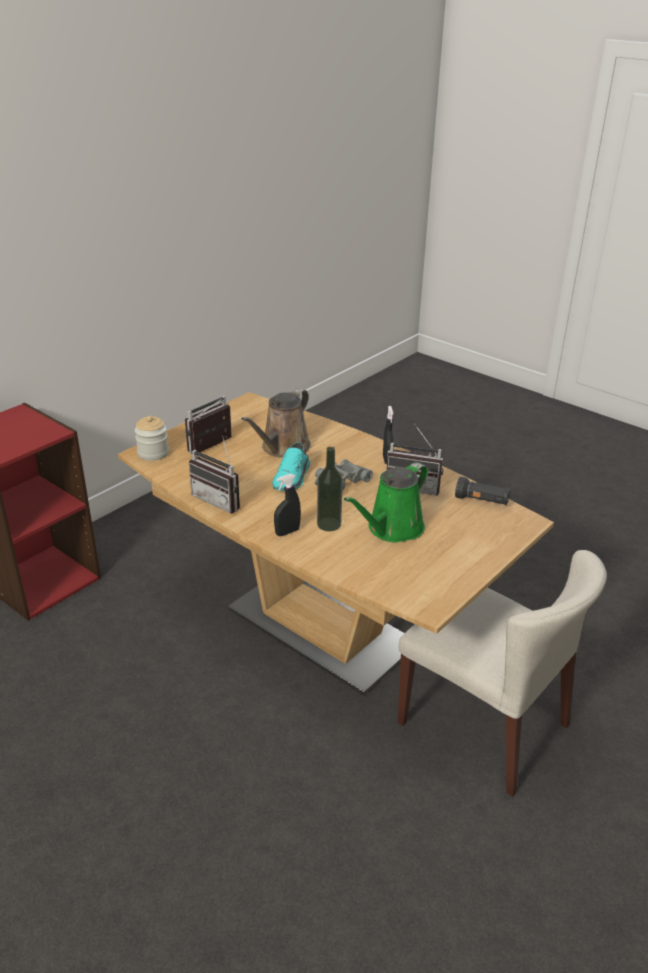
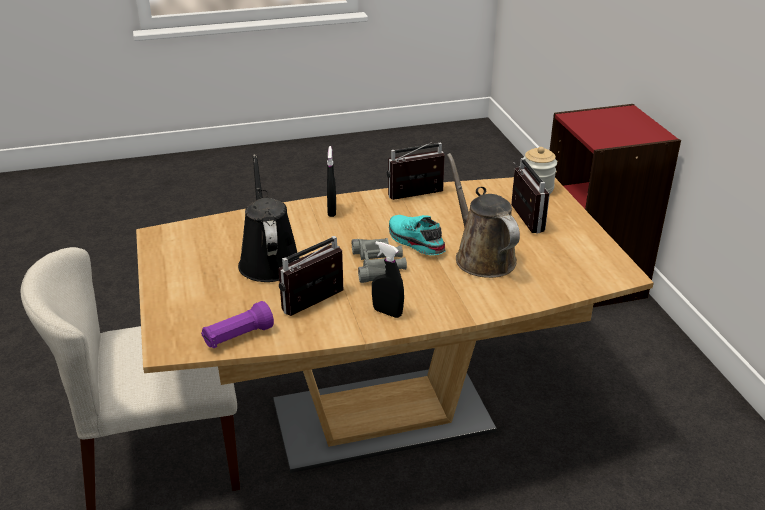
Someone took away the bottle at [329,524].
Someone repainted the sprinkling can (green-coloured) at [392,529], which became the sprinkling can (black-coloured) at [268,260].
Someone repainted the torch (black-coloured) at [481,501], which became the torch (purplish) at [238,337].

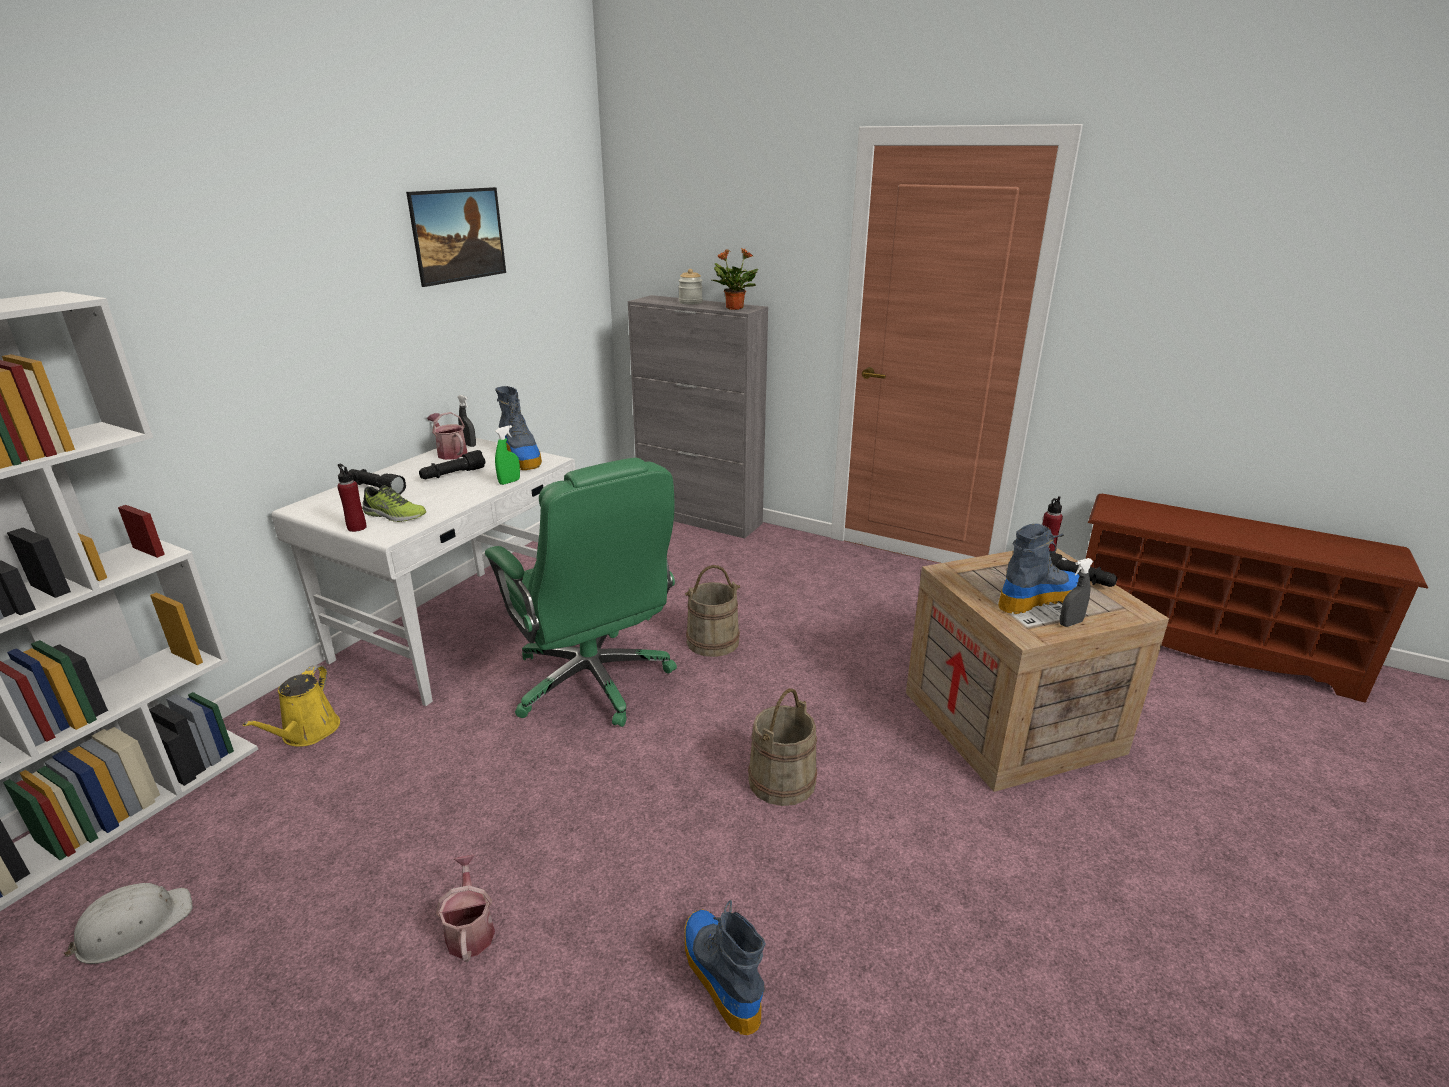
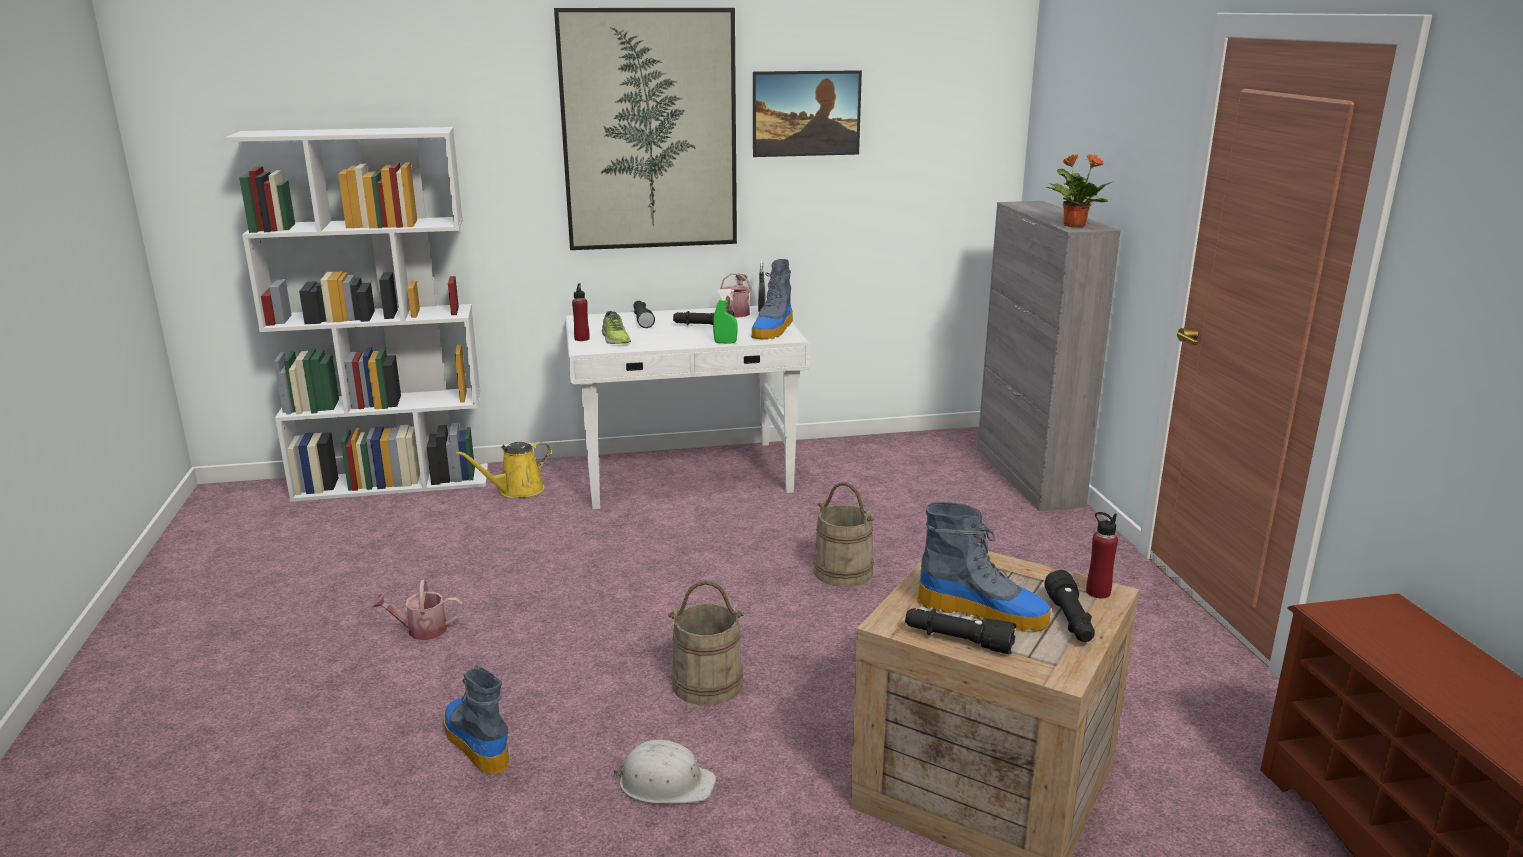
Someone carried the work helmet (white-coloured) from [133,927] to [665,783].
Someone rotated the sprinkling can at [470,929] by 135 degrees counterclockwise.
Someone took away the office chair (green-coloured) at [593,682].
Someone took away the jar at [690,302].
Someone rotated the boot at [719,975] by 60 degrees counterclockwise.
Someone swapped the sprayer (grey) at [1070,623] for the torch (black-coloured) at [958,640].
Someone put up the wall art at [649,131].

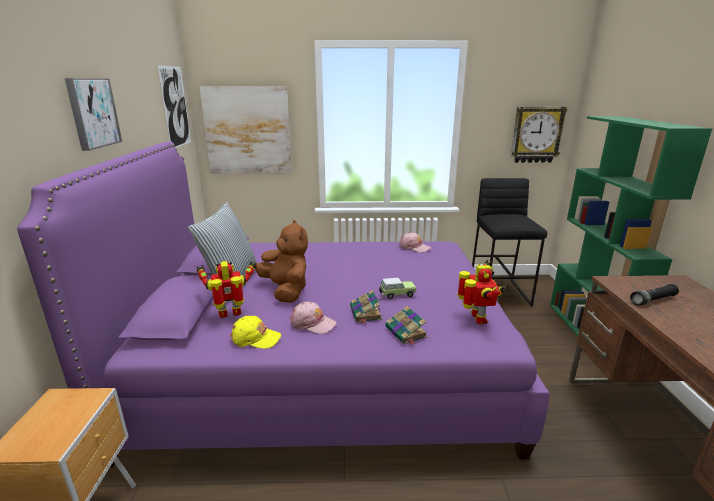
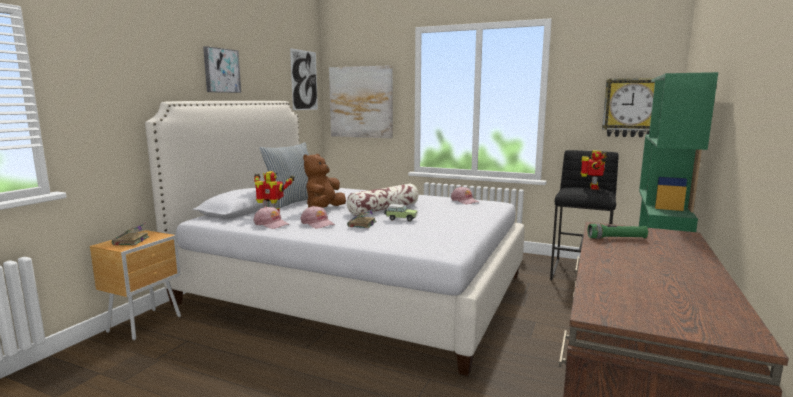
Someone repainted the bedroom bed (purplish) at [323,368], which became the bedroom bed (white-coloured) at [355,289].
Someone repainted the baseball cap (yellow-coloured) at [255,338], which became the baseball cap (pink) at [271,224].
Someone rotated the cuddly toy (brownish) at [286,291] by 150 degrees counterclockwise.
Someone carried the volume from [406,332] to [130,241].
Someone carried the model robot from [477,319] to [593,188].
Someone repainted the torch (black-coloured) at [653,300], which became the torch (green-coloured) at [616,238].
Someone put down the cushion at [384,209].

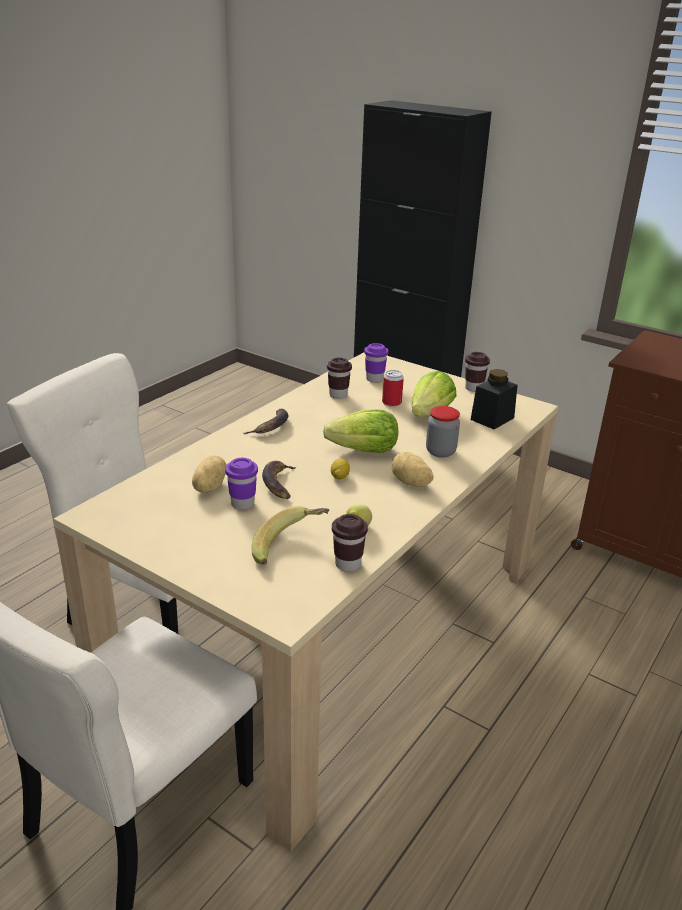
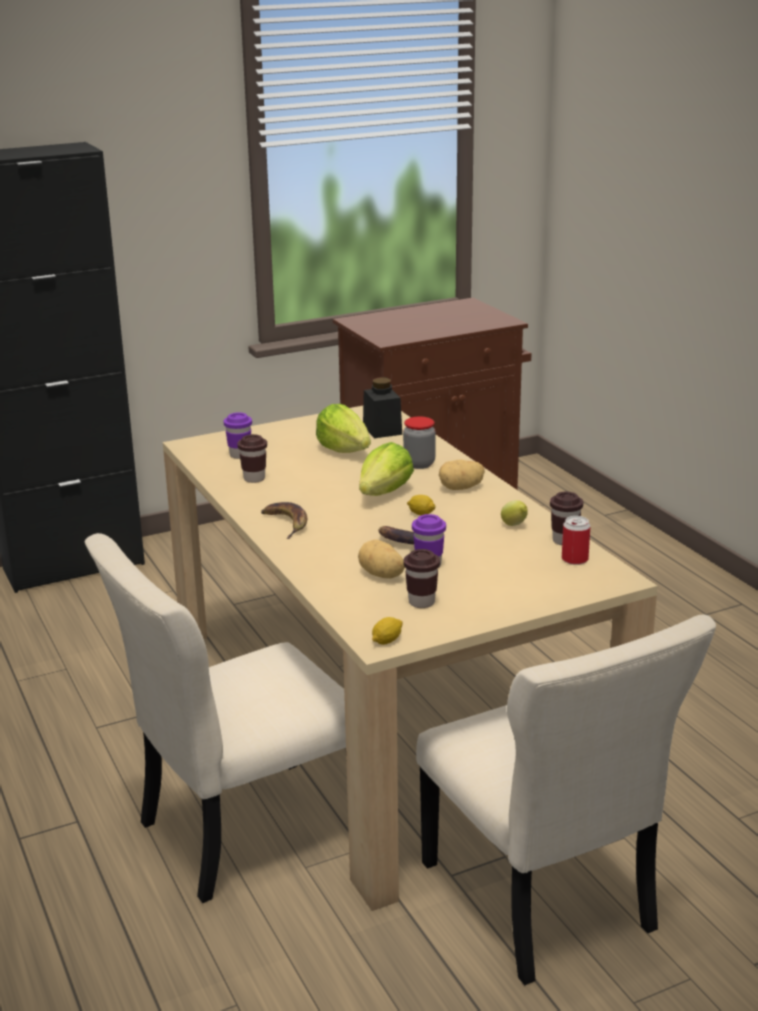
Someone took away the whole banana at [290,549].
Someone carried the metal can from [391,402] to [574,559].
Someone carried the cup (brownish) from [473,388] to [421,602].
Someone put down the citrus fruit at [386,641].

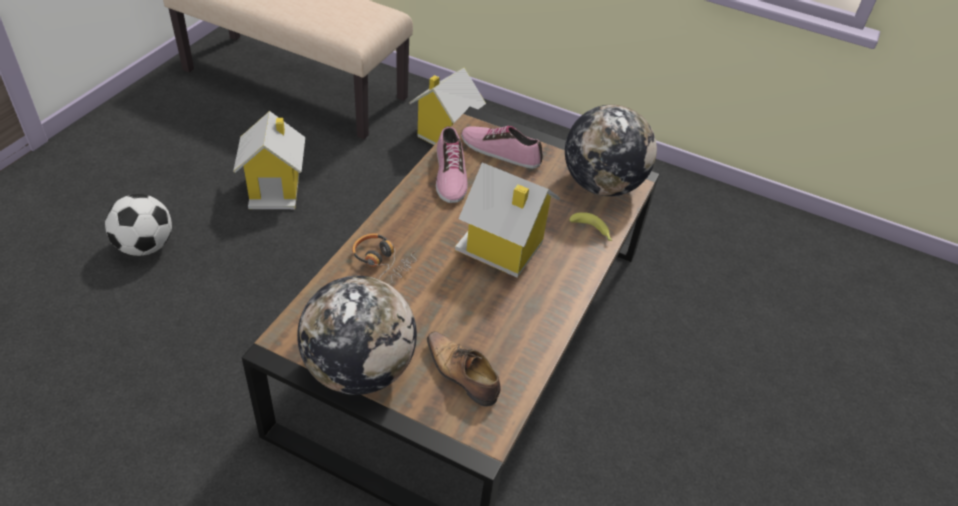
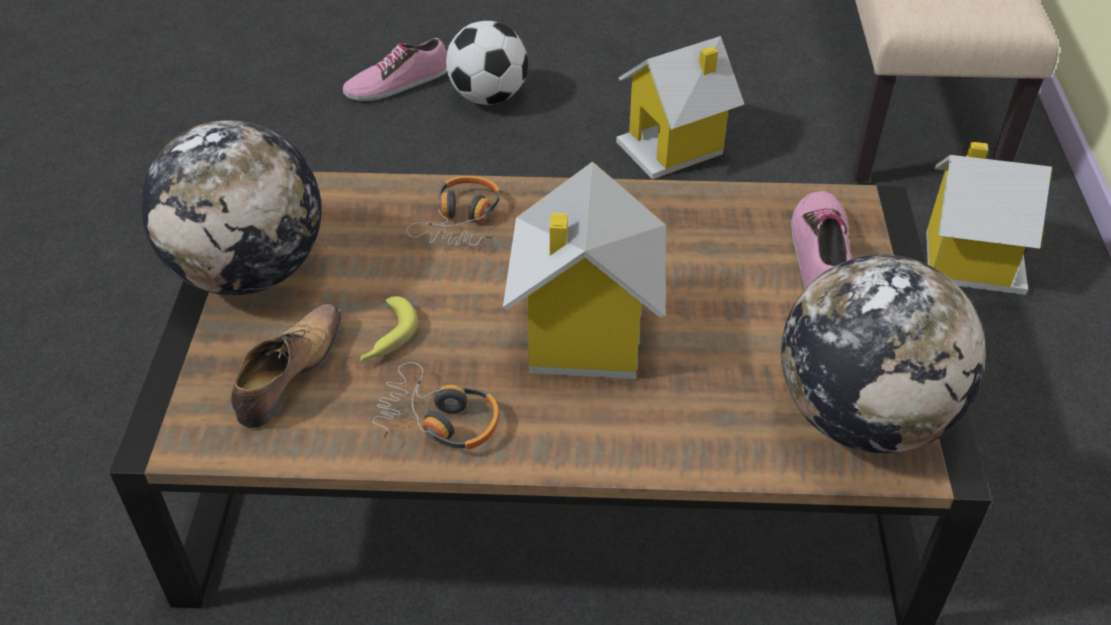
Someone carried the shoe from [449,175] to [397,83].
Someone carried the whole banana from [592,231] to [386,338].
Someone put down the headphones at [438,420].

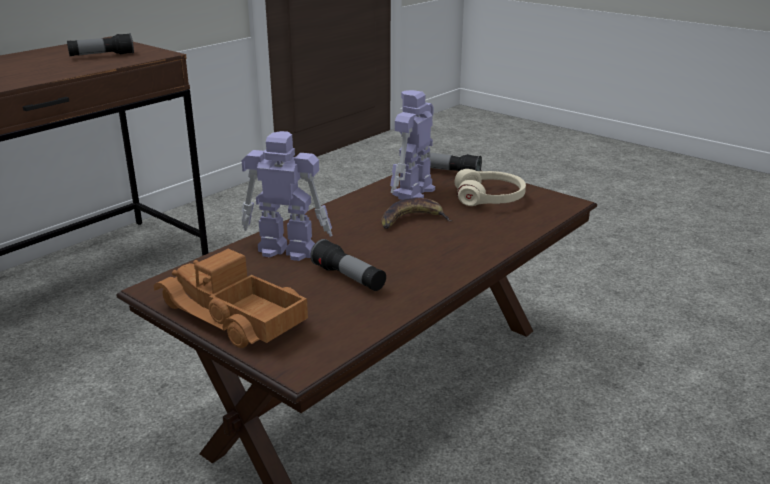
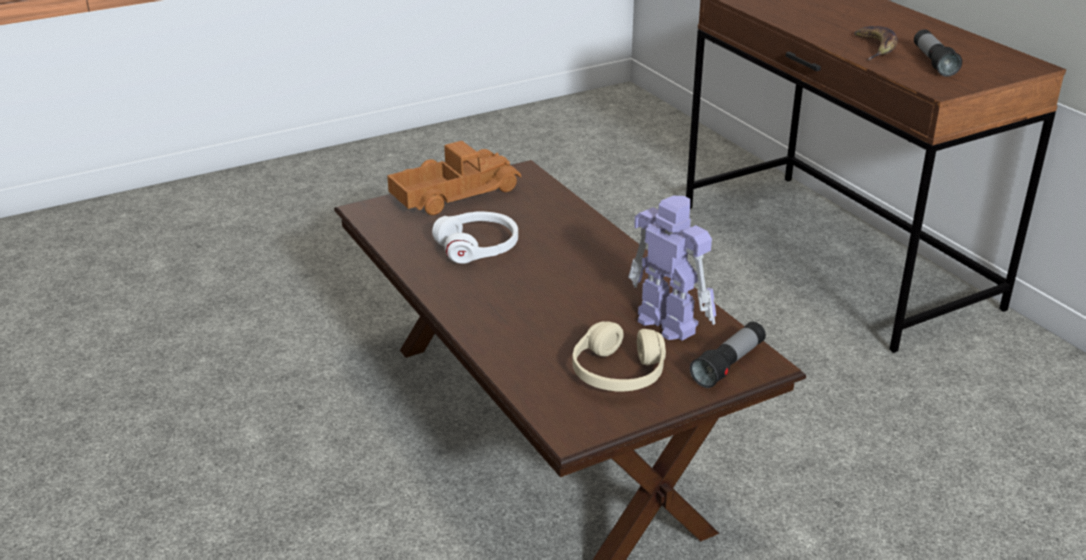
Someone took away the model robot at [285,250].
Someone swapped the torch at [348,278] for the headphones (white-coloured) at [478,247].
Someone carried the whole banana from [412,220] to [875,48].

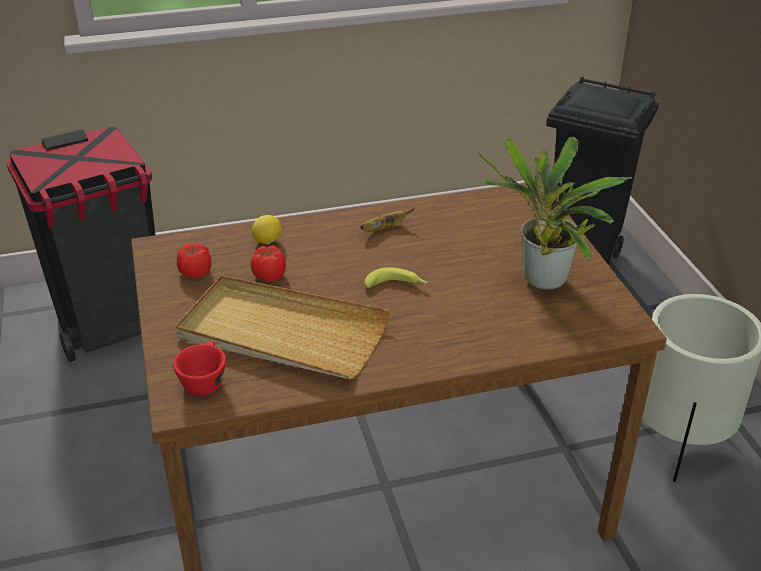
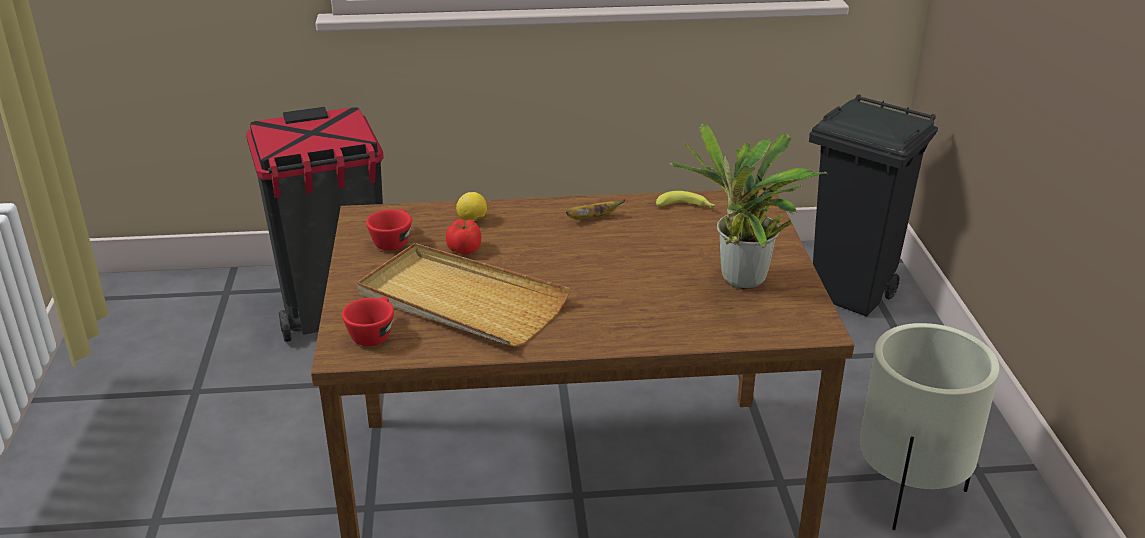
Someone swapped the fresh tomato at [195,273] for the cup (red-coloured) at [393,241].
Someone carried the whole banana from [397,286] to [686,207].

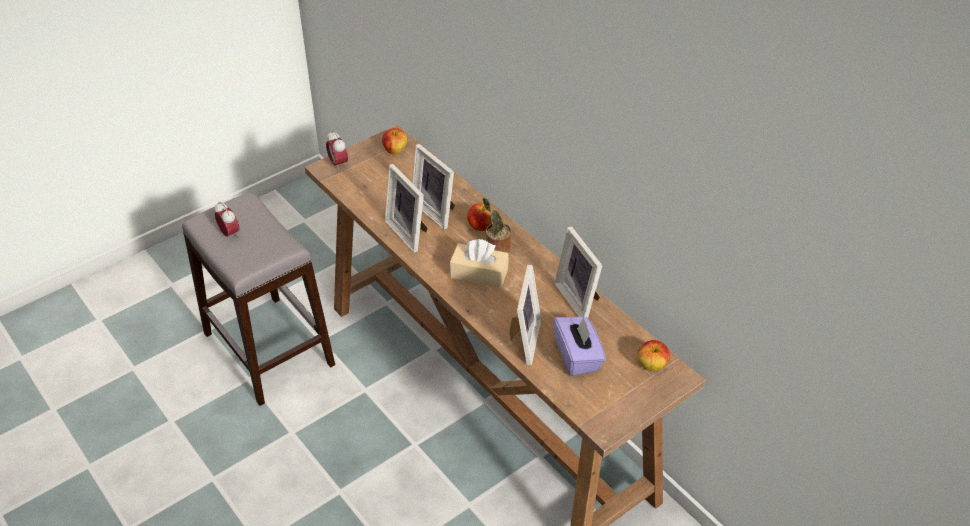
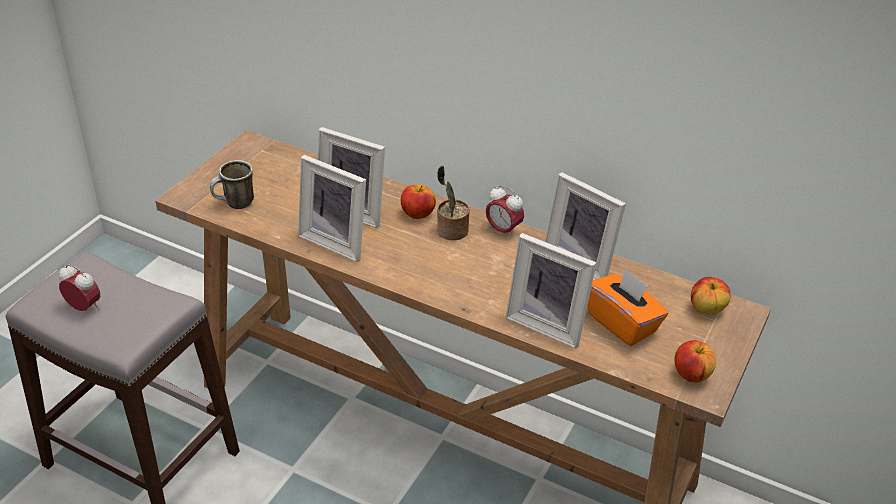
Someone carried the bedside clock from [338,164] to [503,230].
Someone carried the whole apple from [395,150] to [691,375].
Someone took away the tissue box (beige-coloured) at [479,273].
Someone rotated the standing frame at [522,340] by 135 degrees clockwise.
Someone repainted the tissue box (purplish) at [578,356], which became the tissue box (orange) at [622,323].
Someone put down the mug at [235,205].

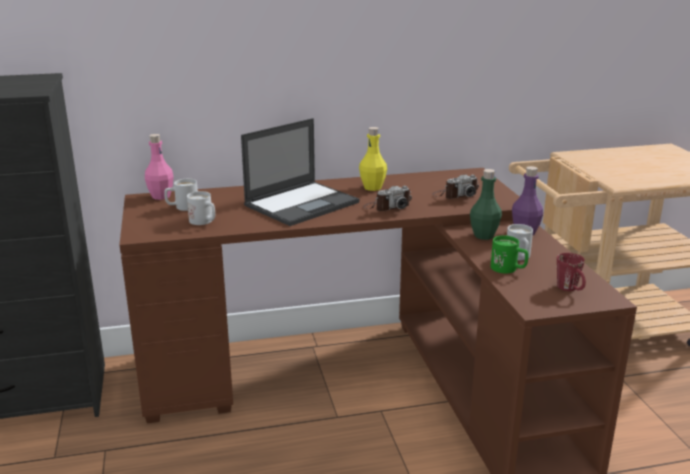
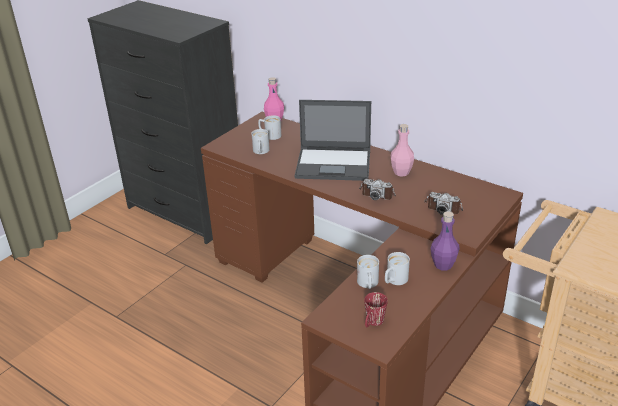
Someone repainted the bottle (yellow-coloured) at [372,187], which became the bottle (pink) at [401,172].
Someone took away the bottle (green-coloured) at [484,235].
Someone repainted the mug (green-coloured) at [508,269], which became the mug (white-coloured) at [368,284].

